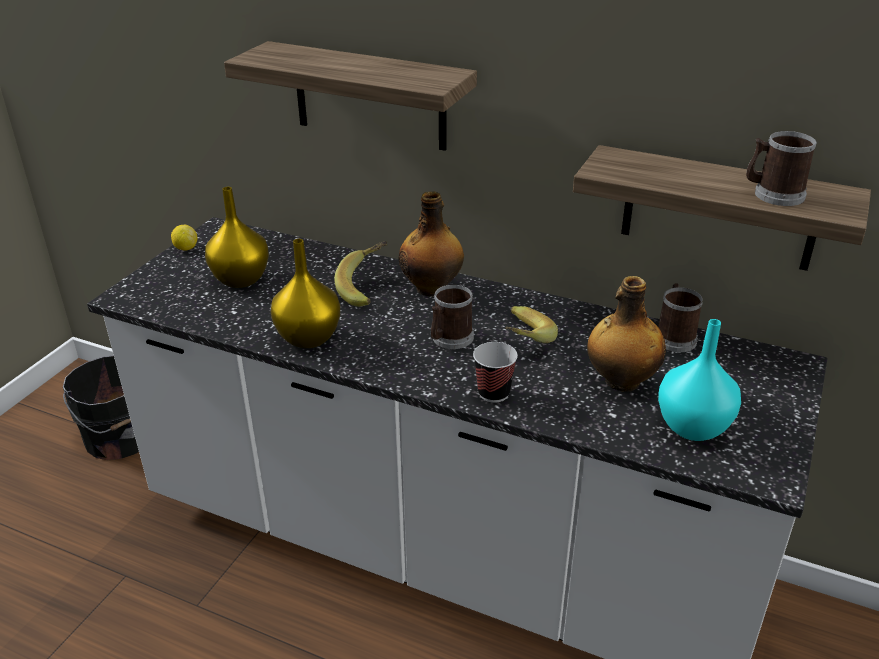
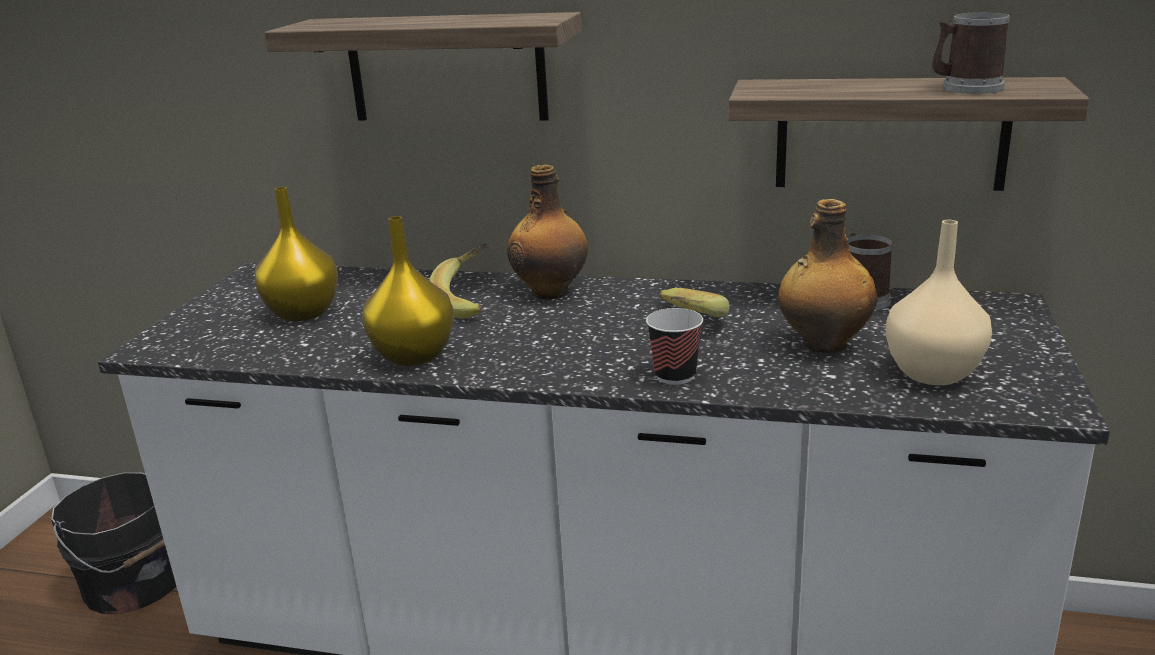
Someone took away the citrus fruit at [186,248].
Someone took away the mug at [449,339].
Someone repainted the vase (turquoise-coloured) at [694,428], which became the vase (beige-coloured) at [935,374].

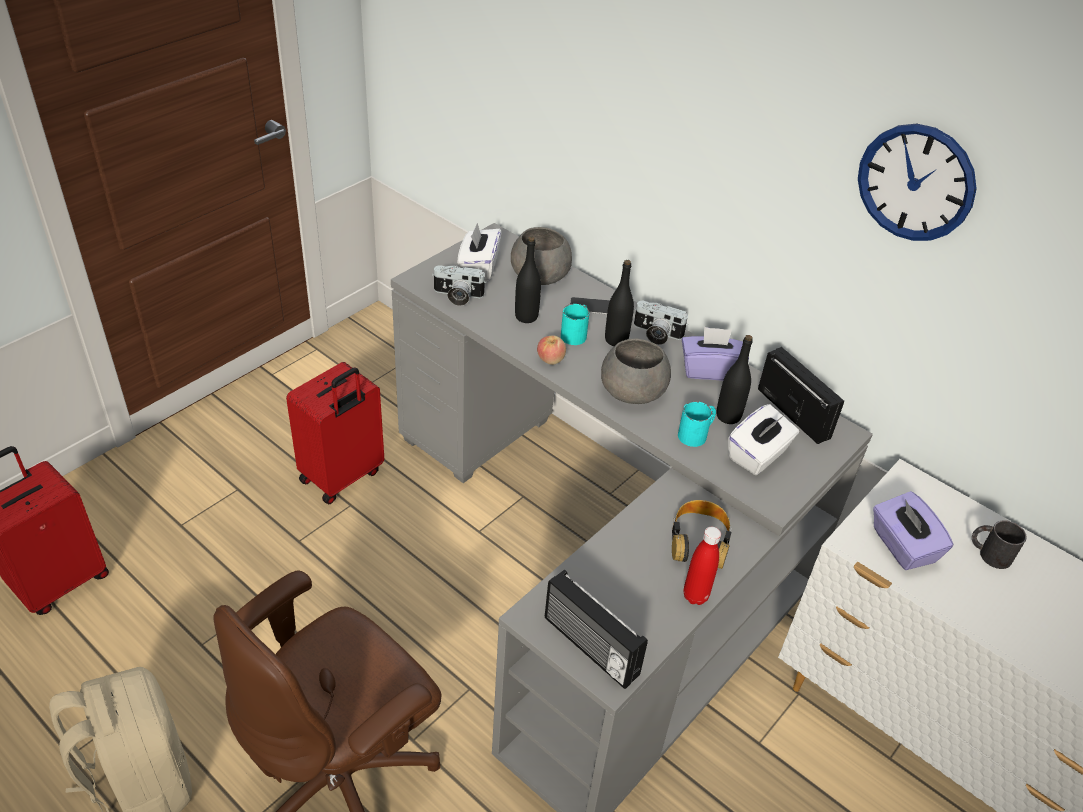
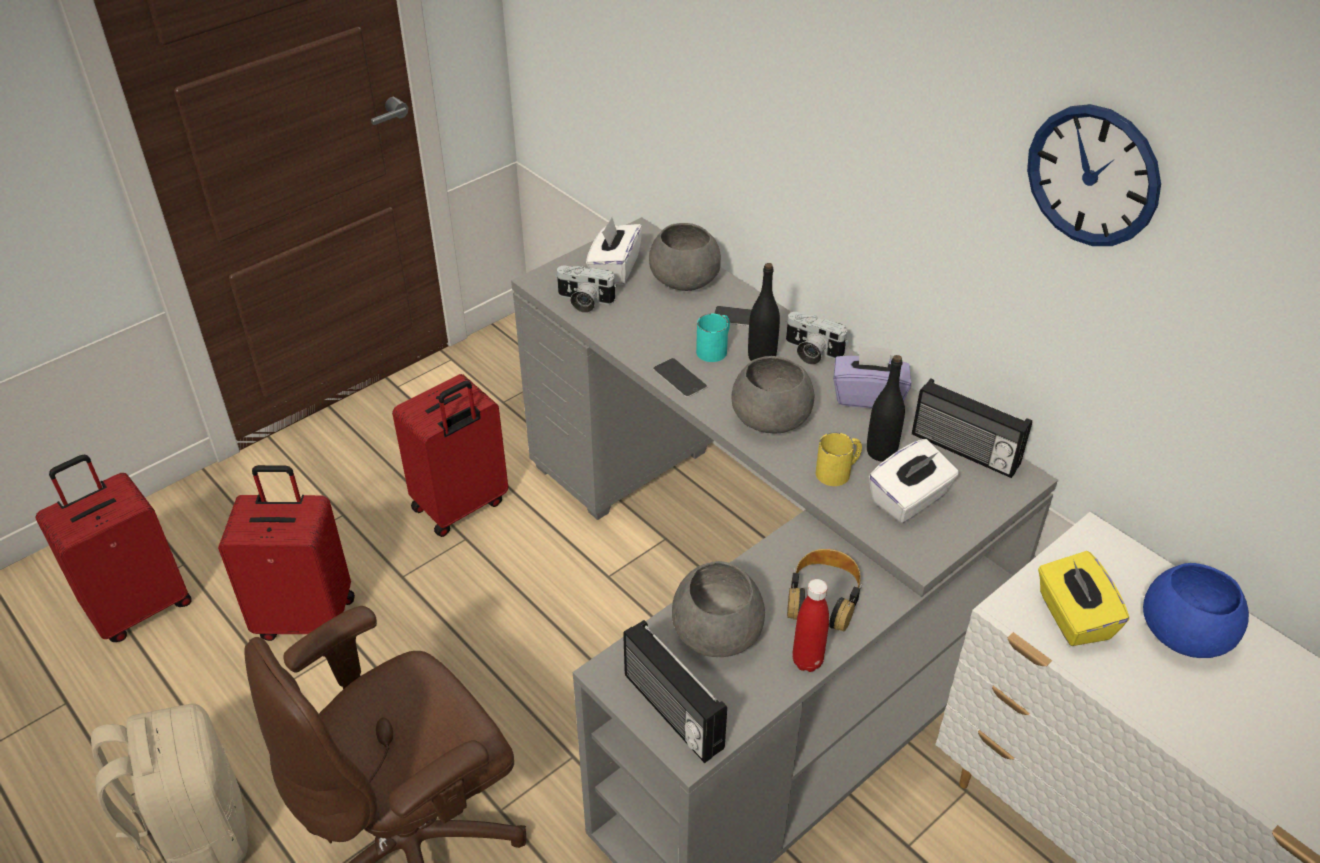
Someone took away the bottle (black-coloured) at [526,316].
Someone swapped the whole apple at [550,359] for the phone at [679,378].
Someone repainted the mug (turquoise-coloured) at [696,434], which became the mug (yellow-coloured) at [838,471].
Someone rotated the radio receiver at [794,413] by 150 degrees clockwise.
Someone repainted the tissue box (purplish) at [902,546], which became the tissue box (yellow-coloured) at [1073,617].
Someone swapped the mug (black-coloured) at [989,553] for the serving bowl (bluish) at [1183,632].
Someone put down the piece of luggage (red-coloured) at [307,616].
Someone put down the serving bowl (grey) at [716,630].

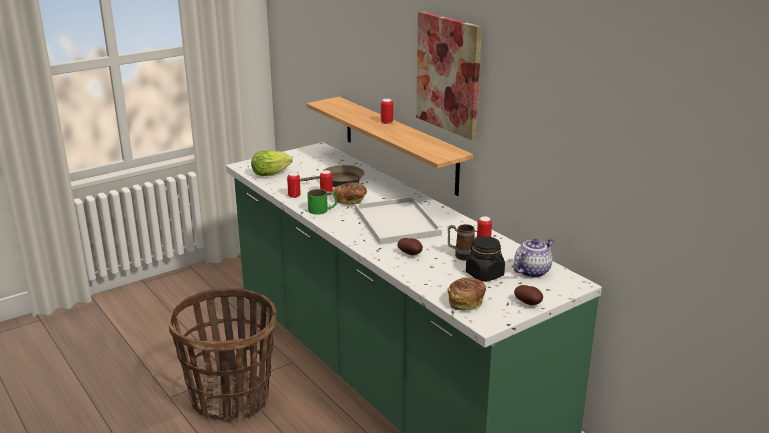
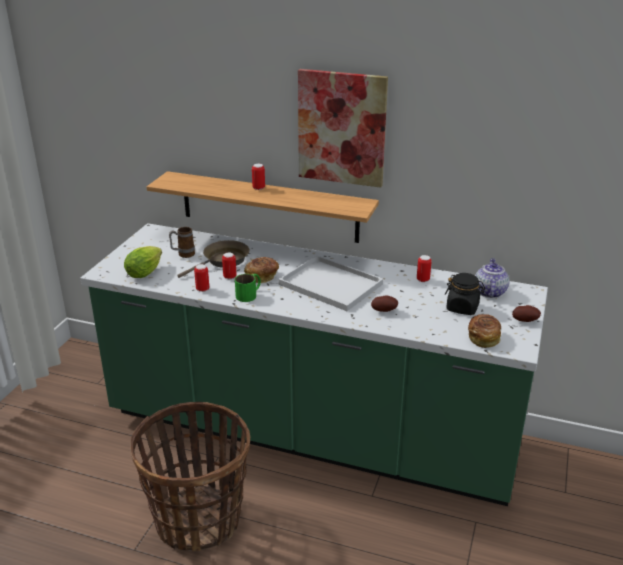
Someone carried the mug from [460,255] to [183,254].

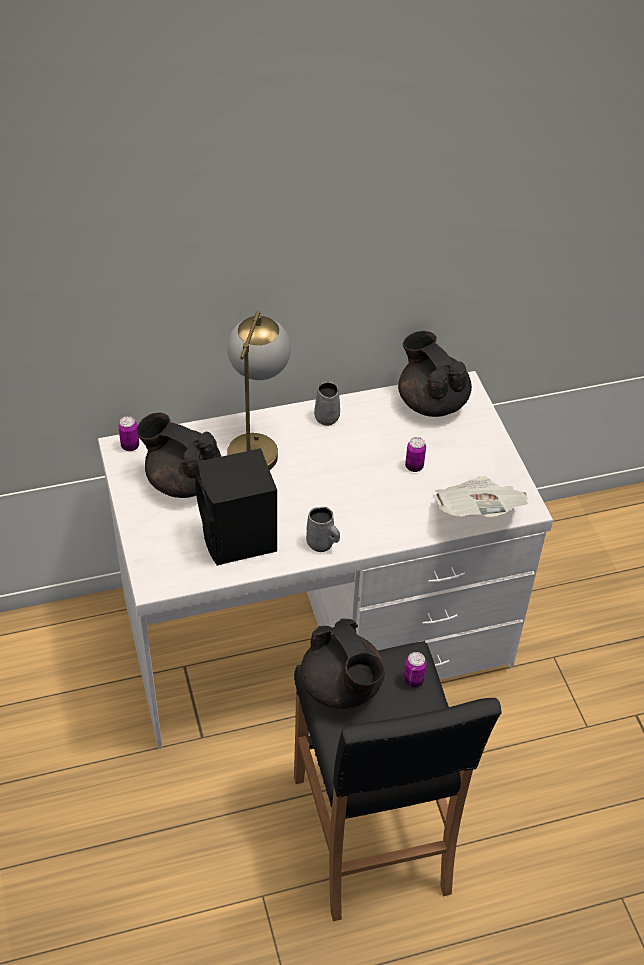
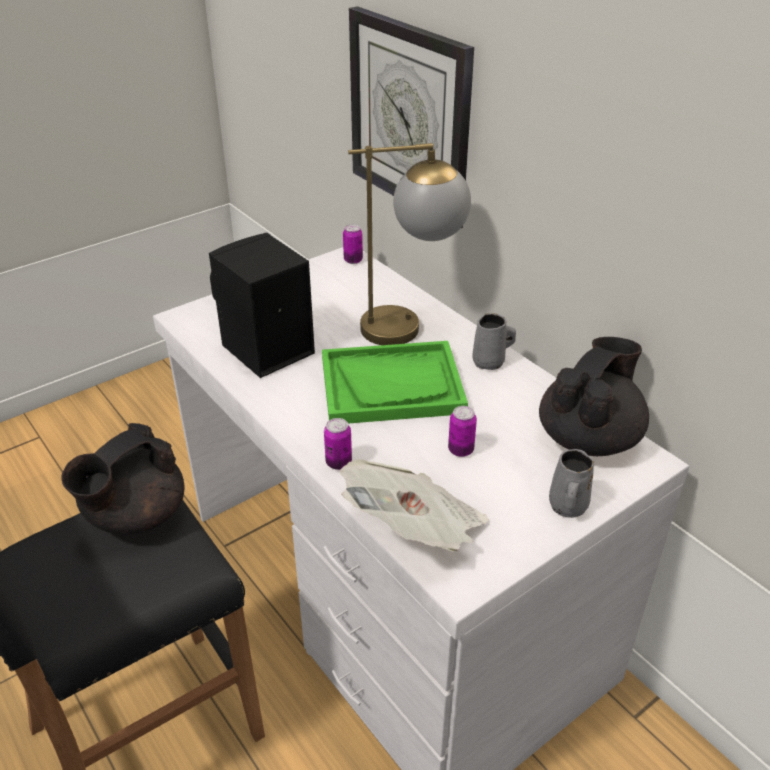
Someone took away the pot for tea (black-coloured) at [183,480].
Someone carried the mug (grey) from [321,544] to [567,507].
Someone carried the metal can from [413,680] to [338,462].
Someone put down the carrying tray (green-coloured) at [392,385].
Someone put up the wall clock at [410,116].

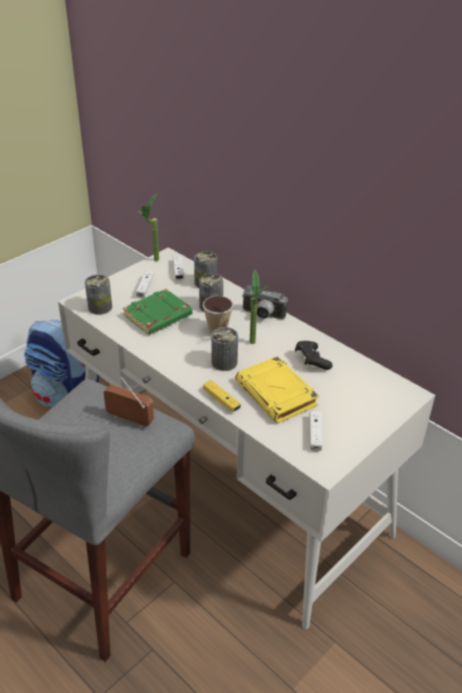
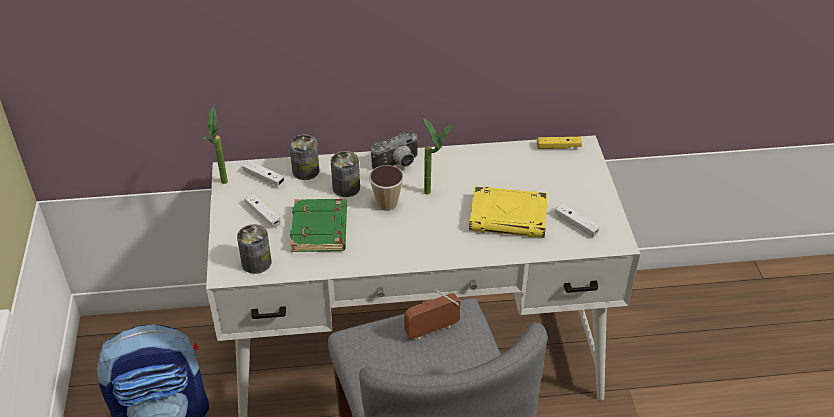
Someone carried the gamepad (yellow-coloured) from [221,400] to [558,147].
Someone took away the metal can at [224,362].
Someone took away the gamepad (black-coloured) at [311,361].

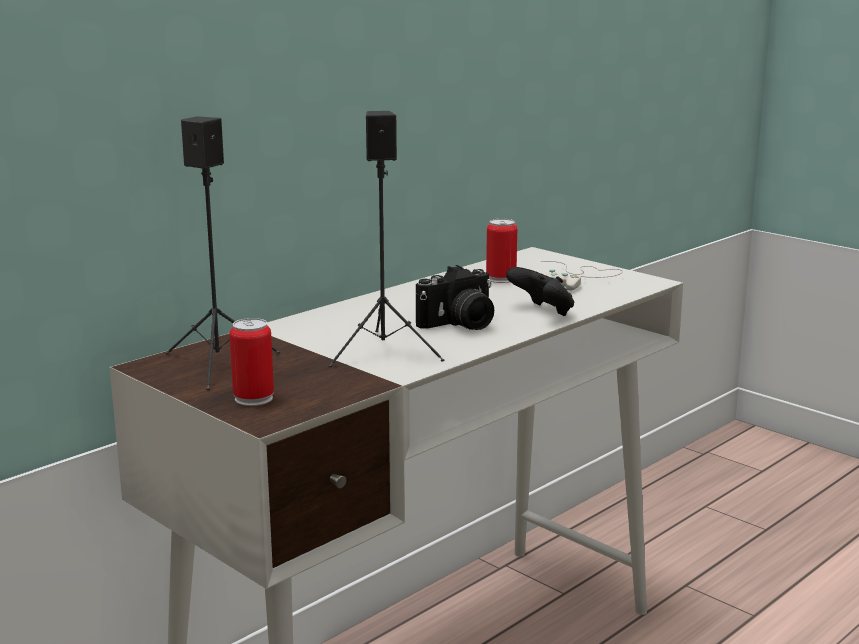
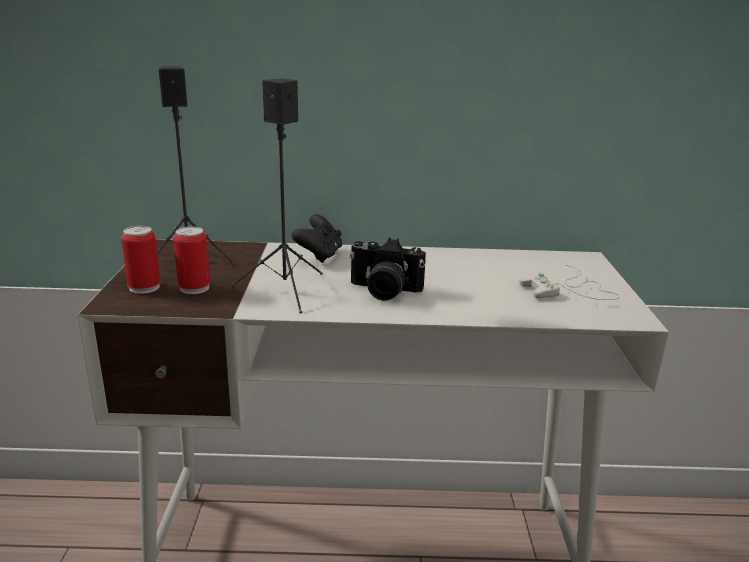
Someone carried the metal can from [501,278] to [194,288].
Someone carried the gamepad (black-coloured) from [542,312] to [319,255].

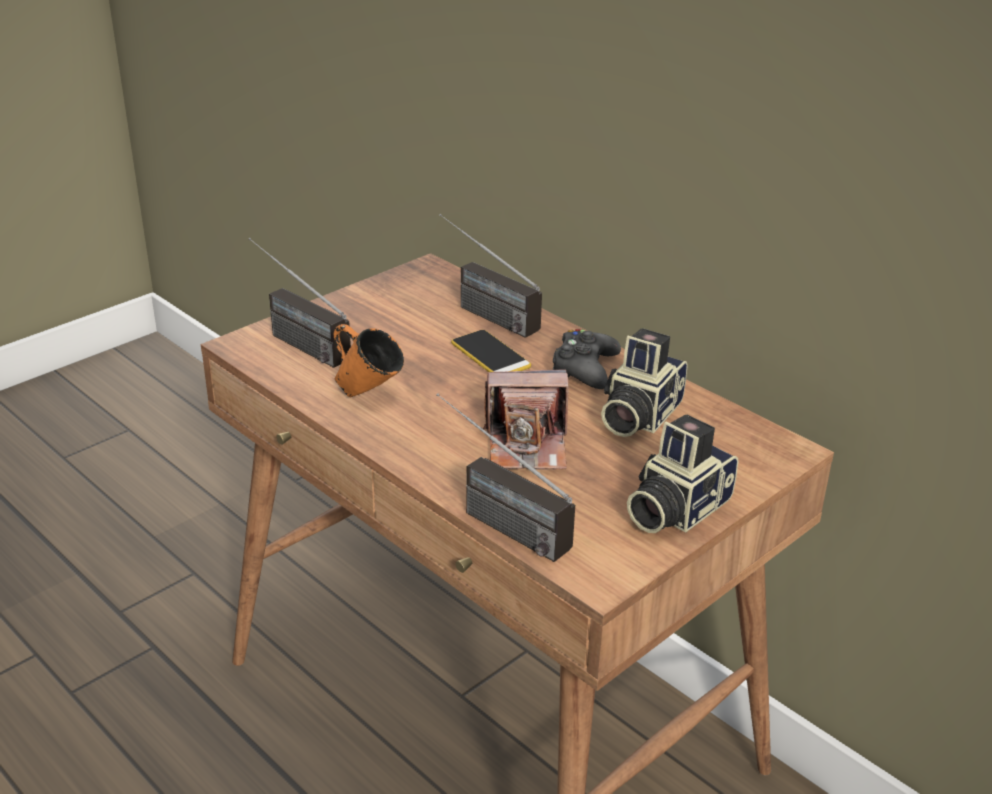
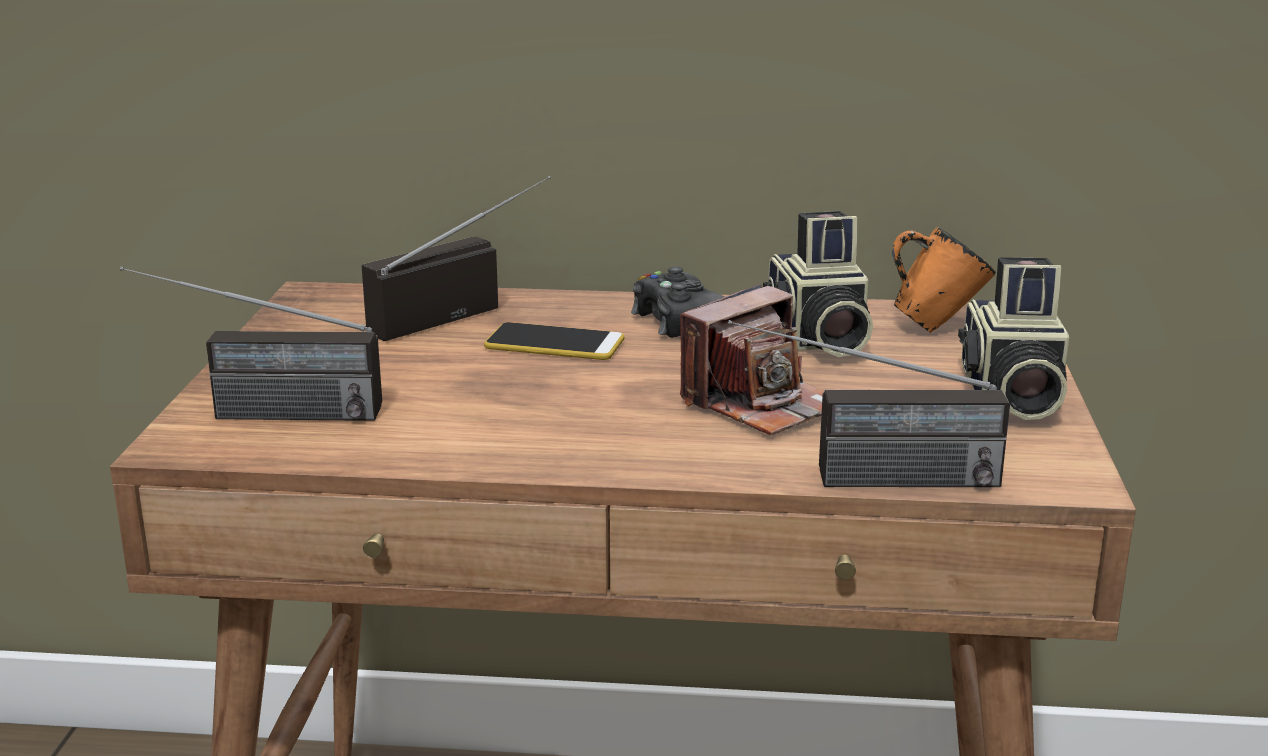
Someone carried the mug (orange) from [368,394] to [936,326].
Someone rotated the radio receiver at [480,311] by 135 degrees clockwise.

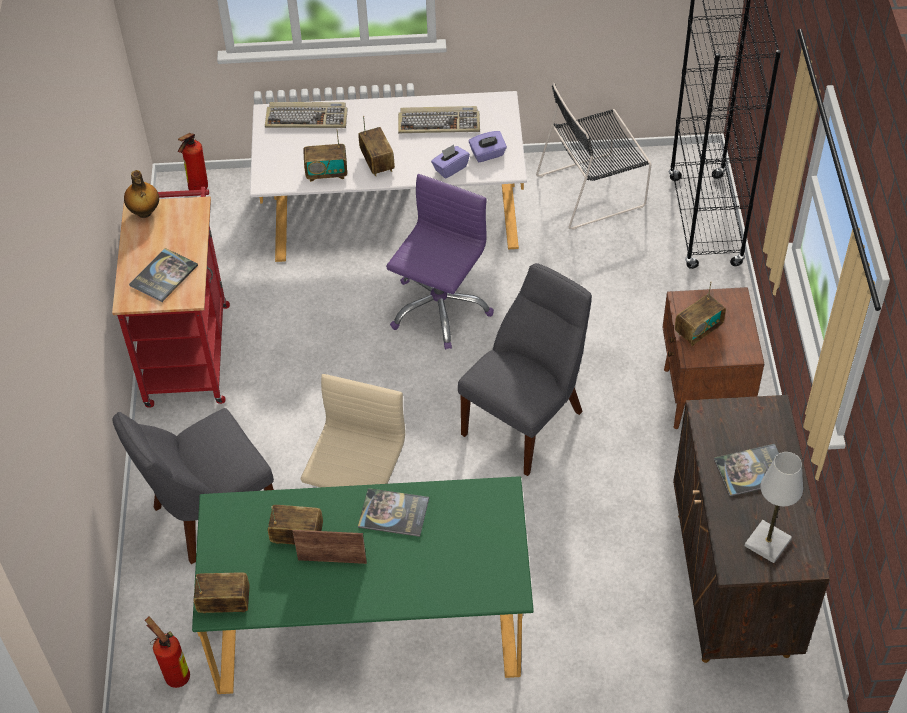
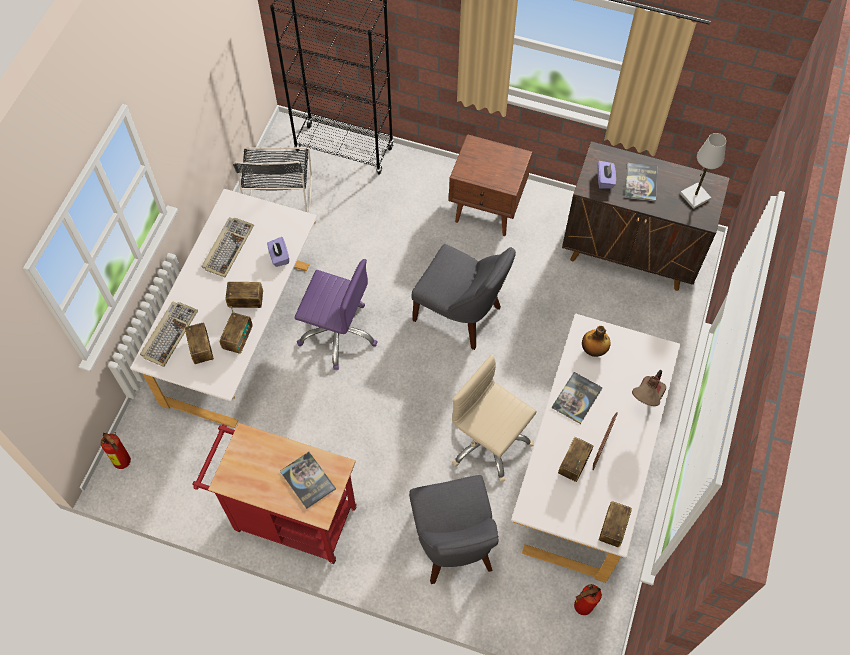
Someone carried the bottle from [144,212] to [594,350].
Someone repainted the desk unit (green-coloured) at [370,624], which became the desk unit (white-coloured) at [585,467].
Someone rotated the office chair (purplish) at [439,308] by 150 degrees clockwise.
Someone rotated the chair (grey) at [527,420] by 150 degrees clockwise.
Someone carried the tissue box (purplish) from [488,154] to [605,180].
Someone carried the radio receiver from [698,330] to [201,349].
Someone put down the tabletop lamp at [645,401].

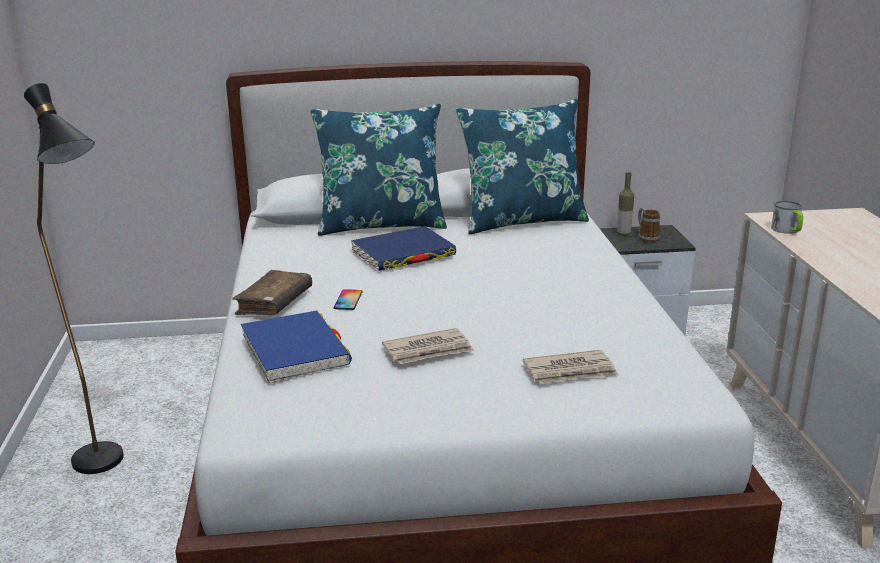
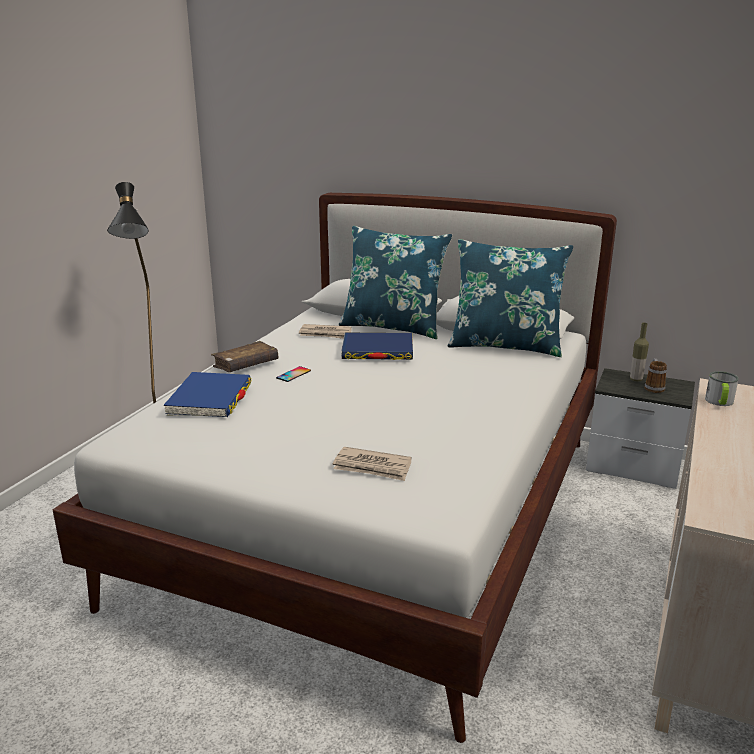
Someone carried the daily paper from [429,350] to [326,334].

